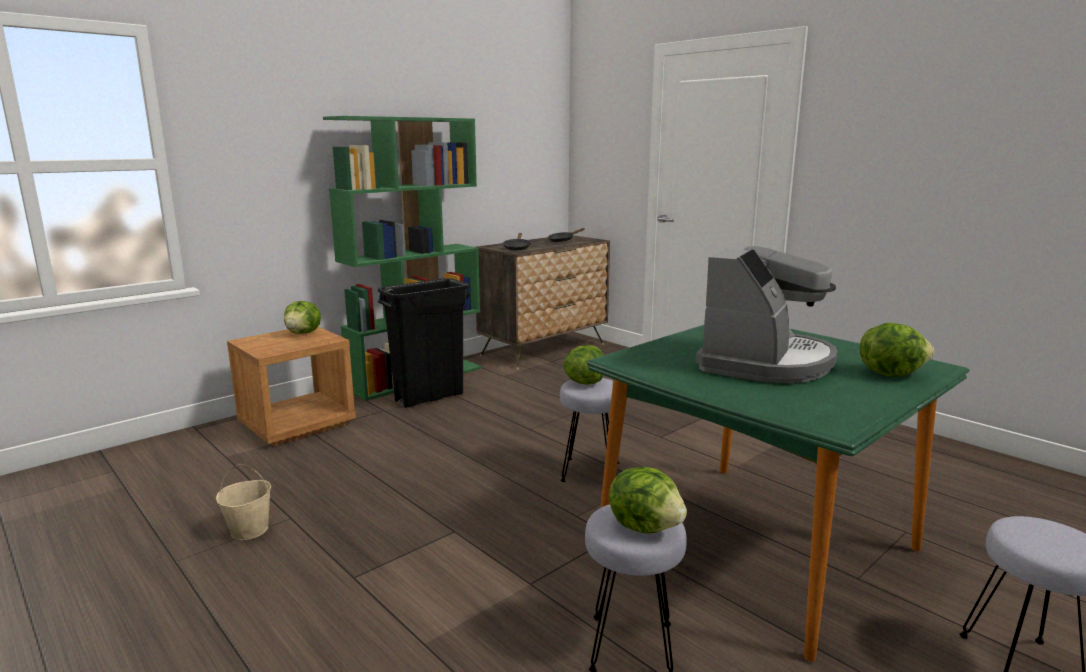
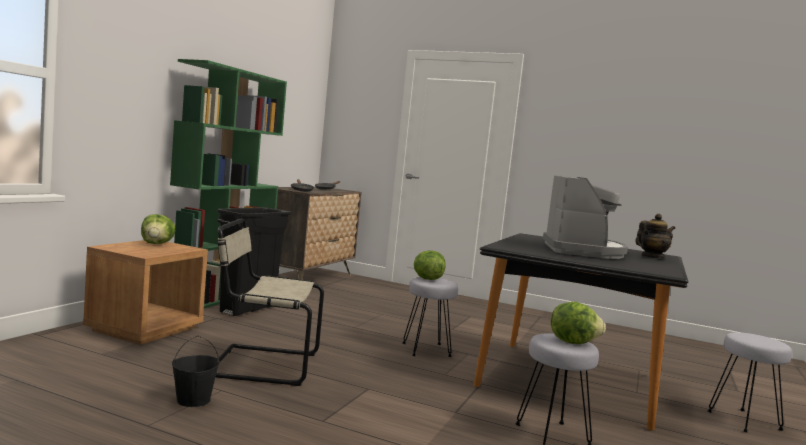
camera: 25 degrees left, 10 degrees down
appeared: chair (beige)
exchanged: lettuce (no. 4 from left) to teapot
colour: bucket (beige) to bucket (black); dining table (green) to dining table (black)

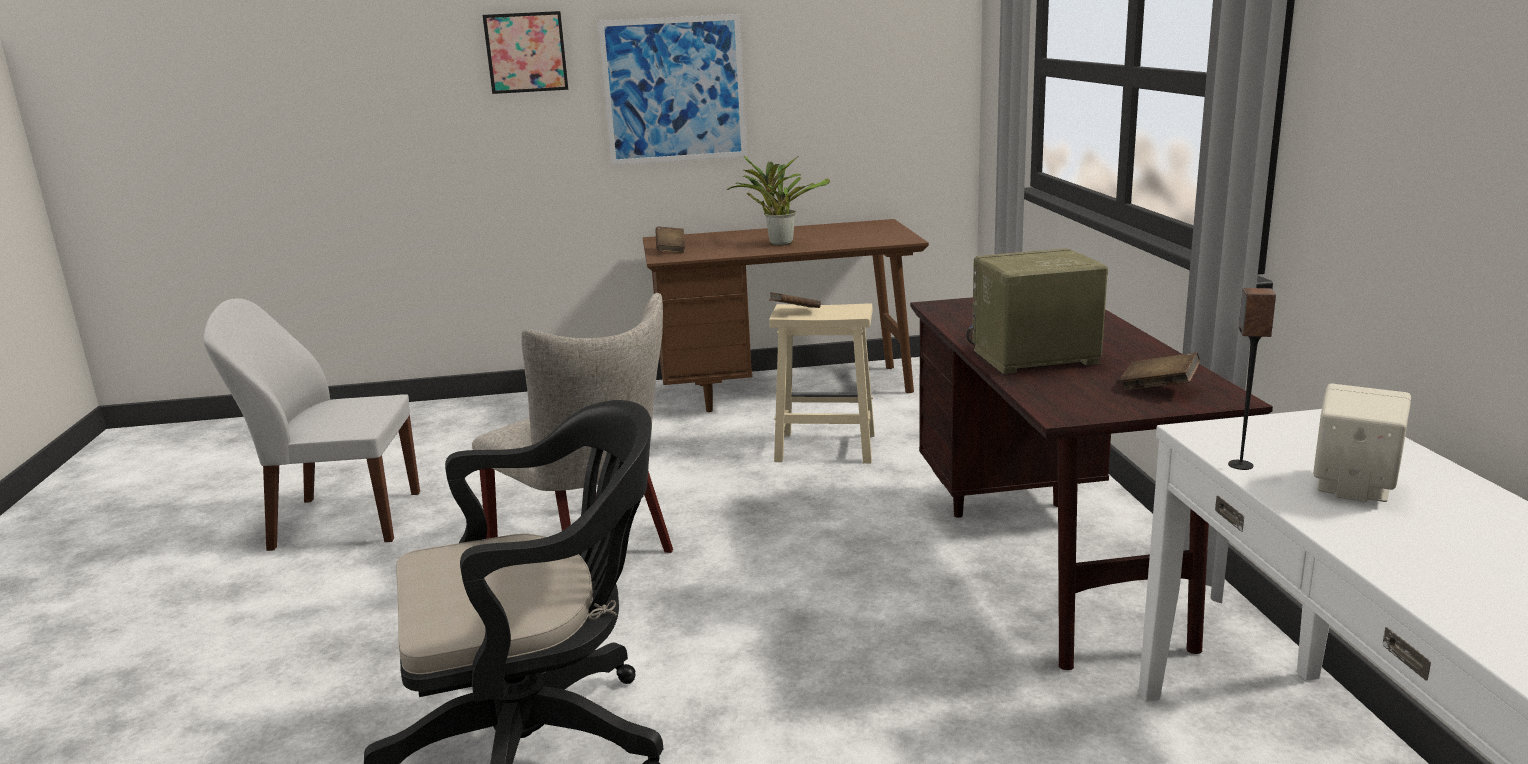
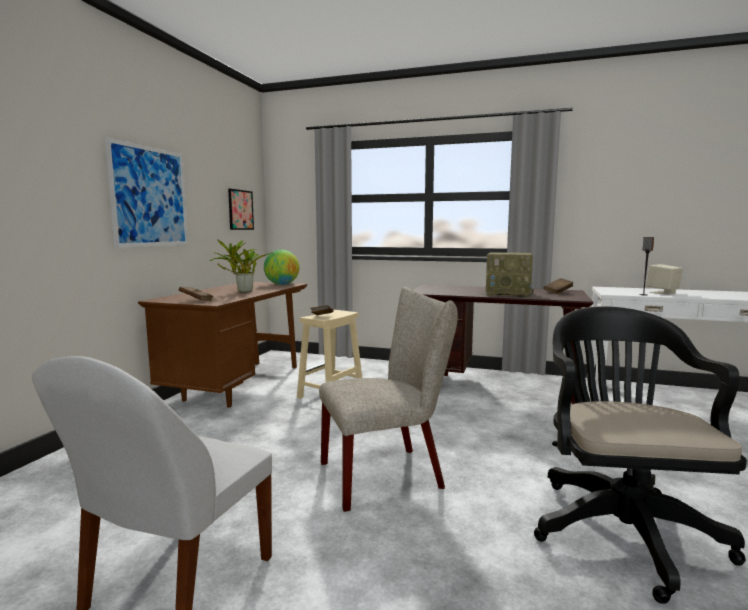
camera: 65 degrees left, 10 degrees down
appeared: globe
relocated: picture (no. 1 from left in the first image) to picture (no. 2 from left)
spun: radio 90 degrees counterclockwise

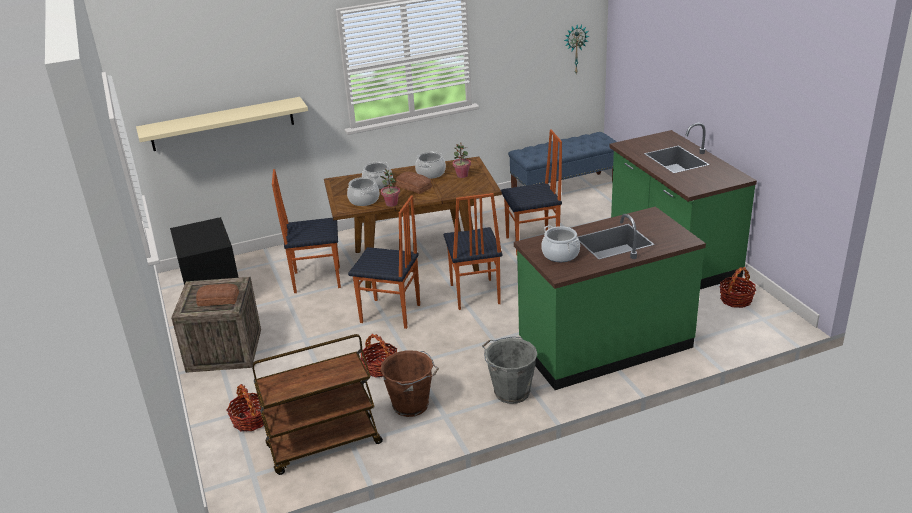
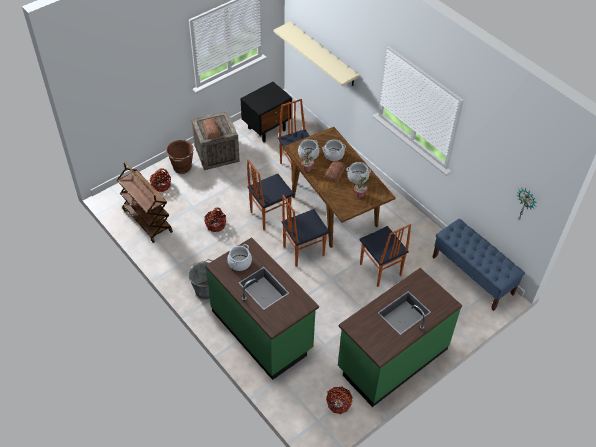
camera: 70 degrees right, 20 degrees up
relocated: bucket (brown)
spun: chair (no. 2 from left in the first image) 60 degrees clockwise

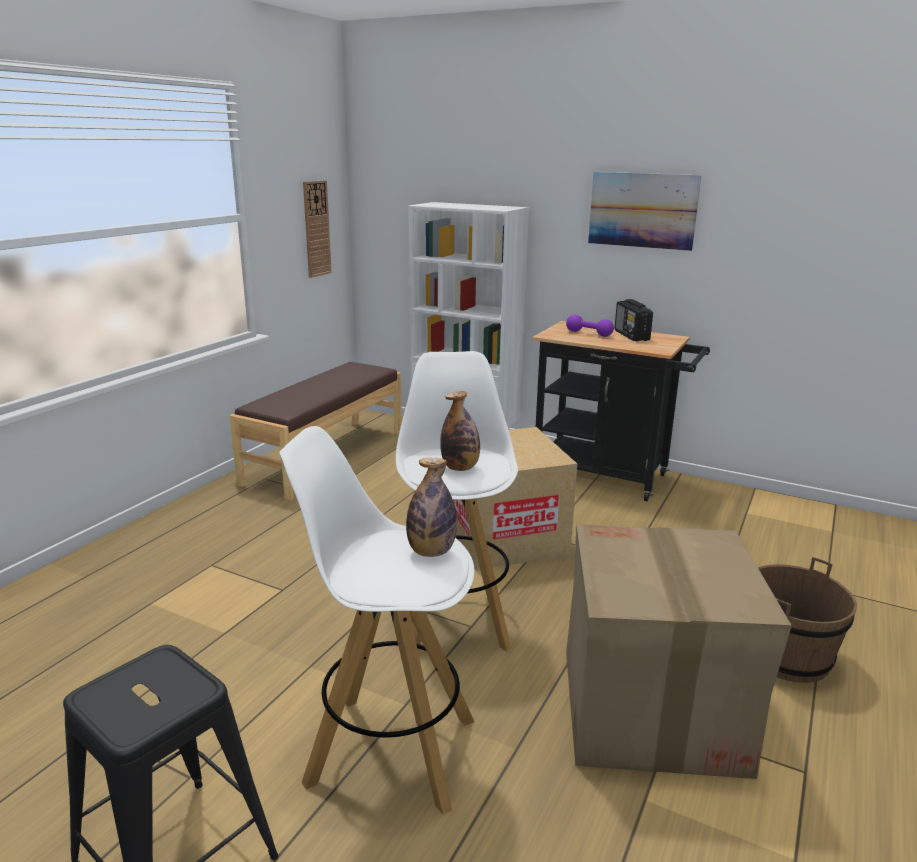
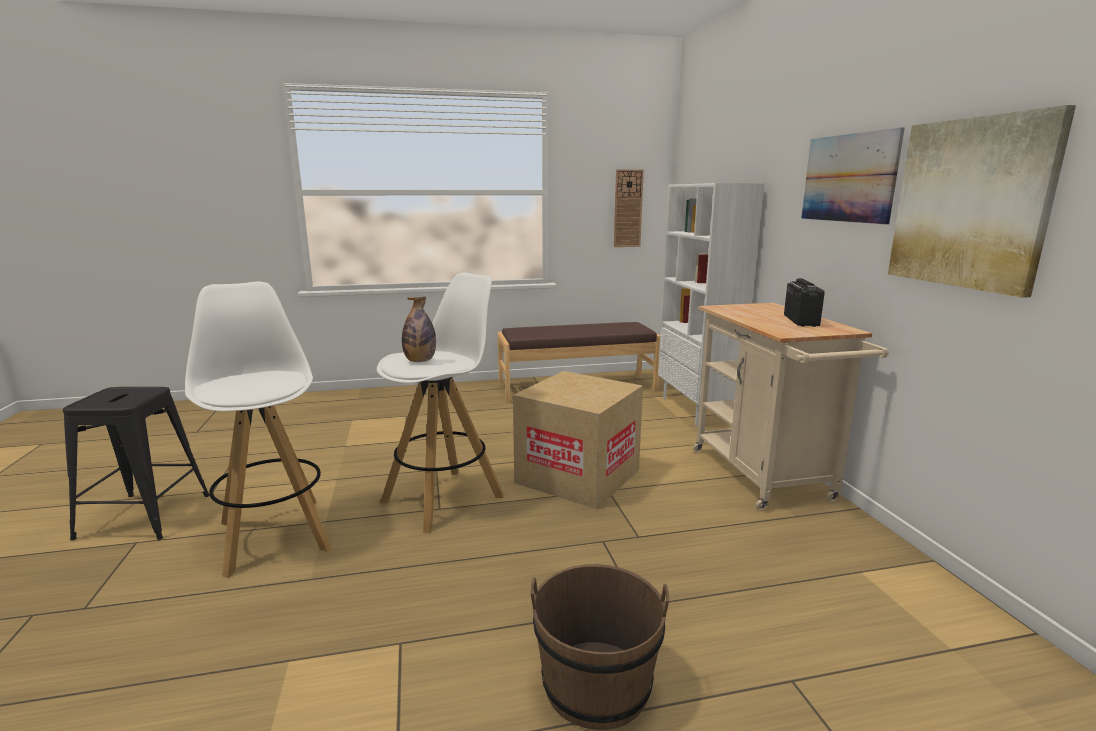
camera: 50 degrees right, 5 degrees down
missing: bottle (no. 1 from left); dumbbell (purple); cardboard box (no. 2 from left)
appeared: picture (no. 2 from left)
colour: cart (black) to cart (beige)
spun: radio 150 degrees clockwise

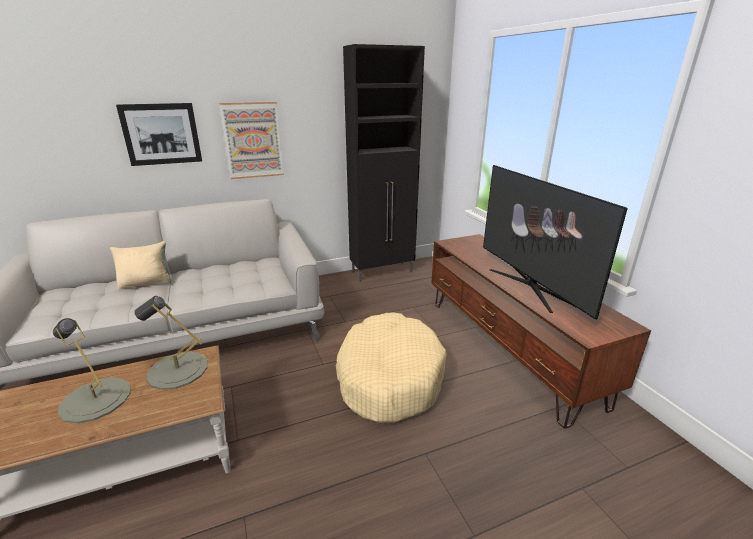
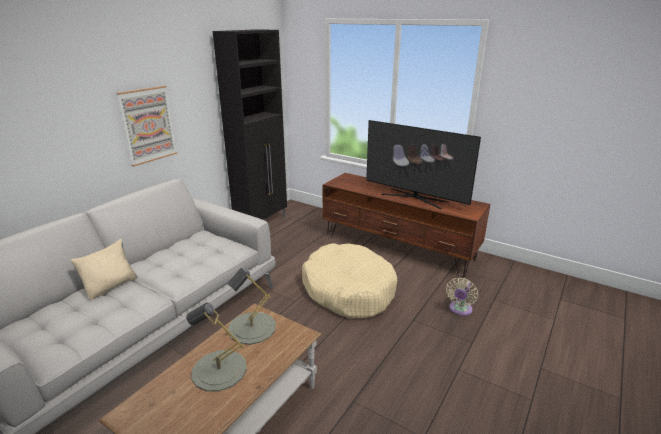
camera: 35 degrees left, 0 degrees up
missing: picture (no. 1 from left)
appeared: fan (beige)

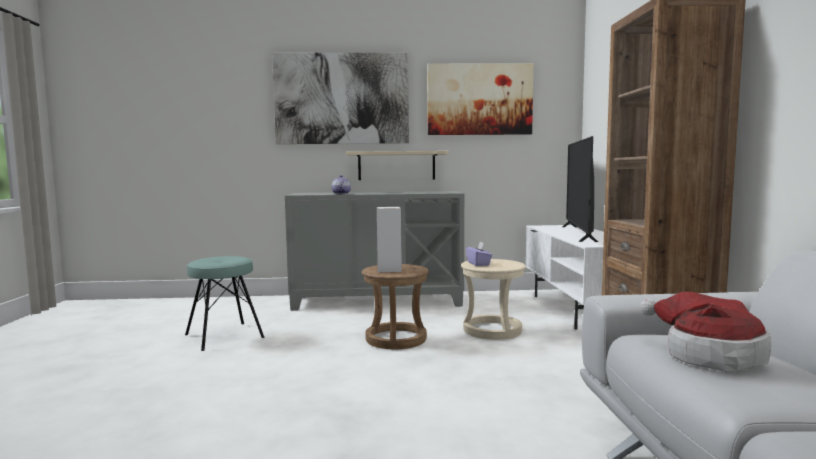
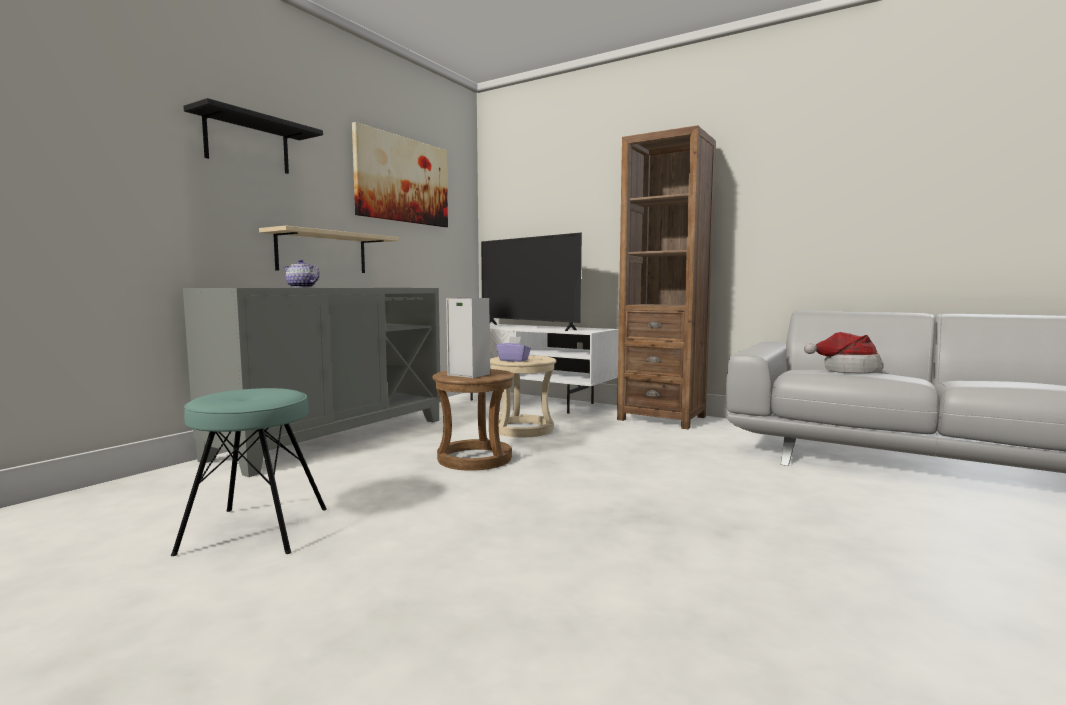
camera: 55 degrees left, 0 degrees up
exchanged: picture (no. 1 from left) to shelf (black)

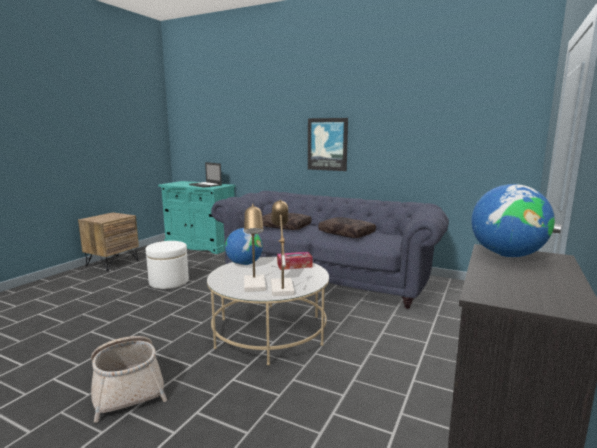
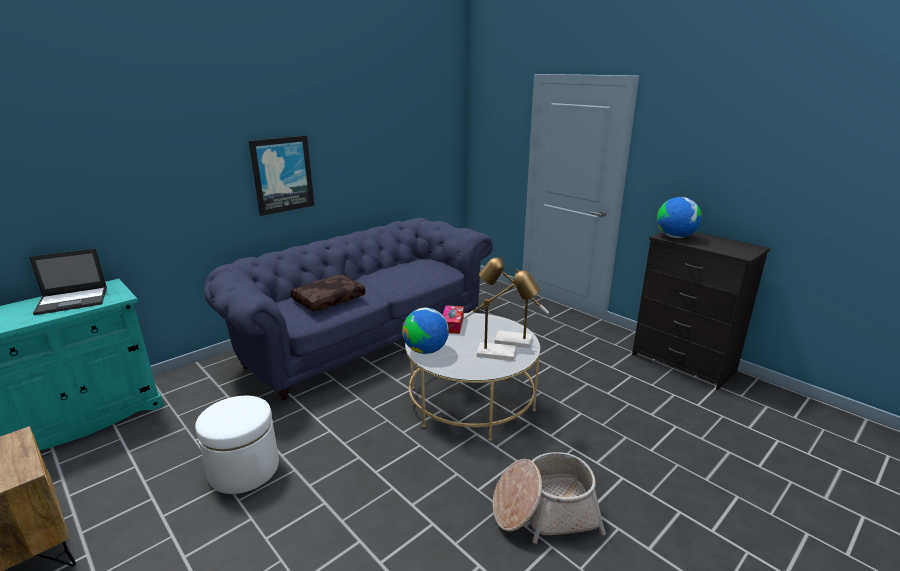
camera: 70 degrees left, 10 degrees up
missing: pillow (brown) (no. 2 from left)

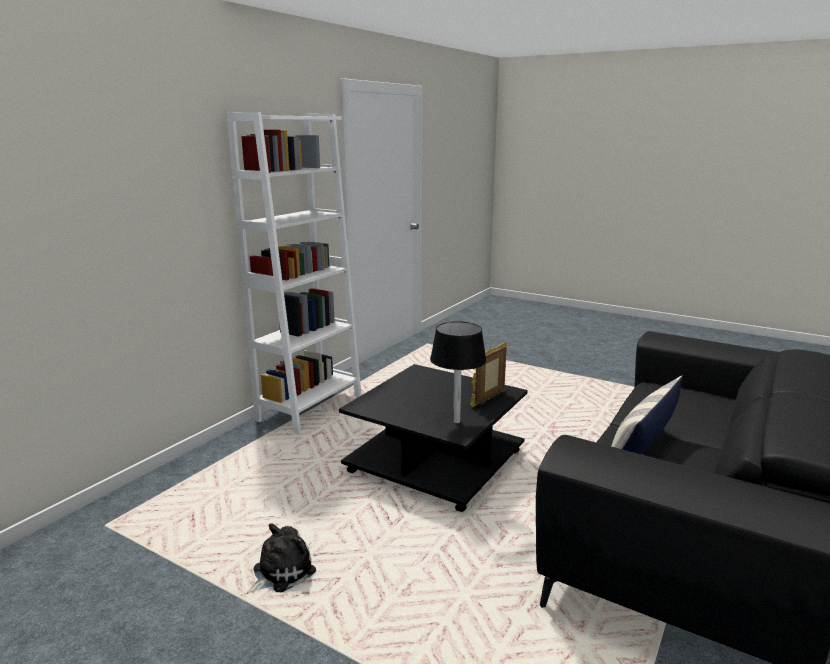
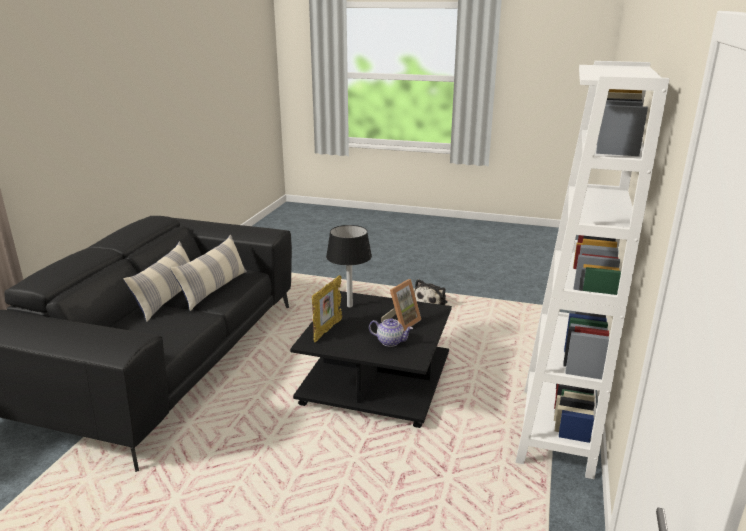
camera: 165 degrees right, 5 degrees up
appeared: pillow (no. 1 from left); teapot; picture frame (no. 2 from left)

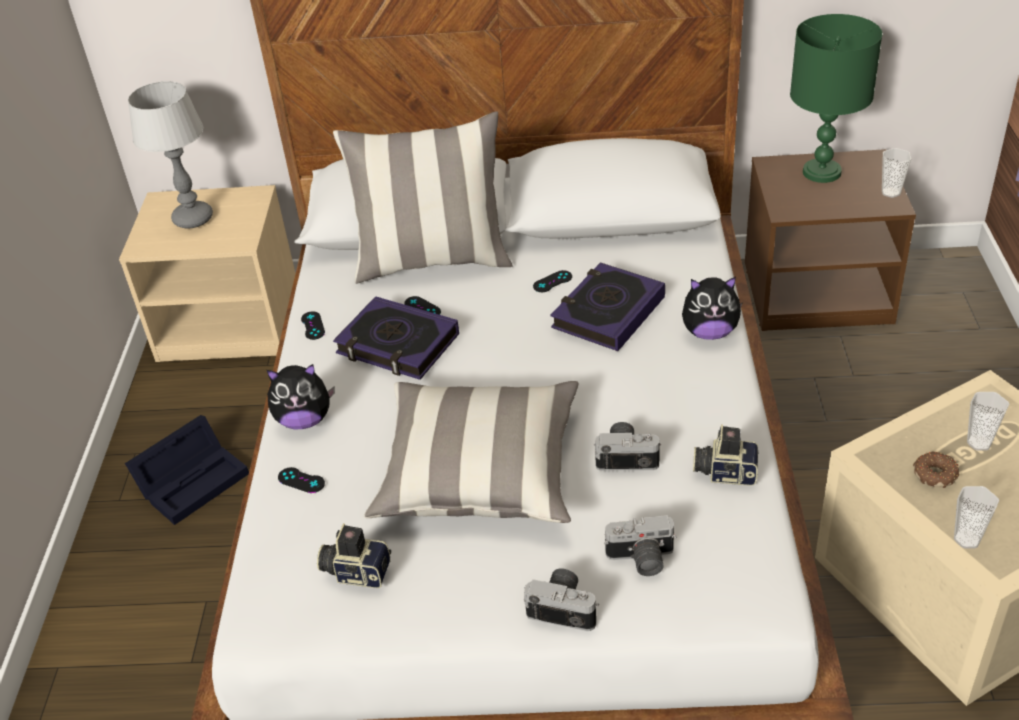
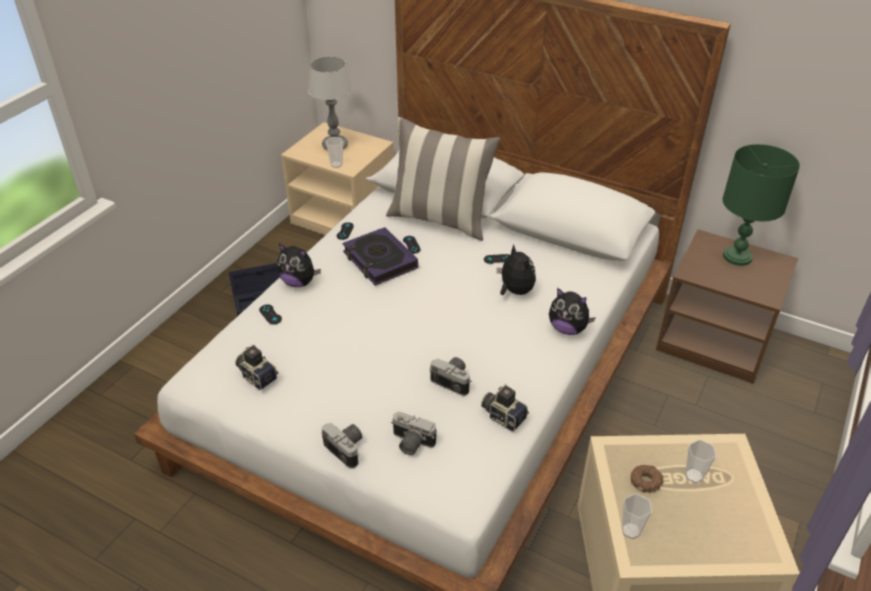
camera: 25 degrees right, 0 degrees up
missing: pillow (no. 2 from left)
relocated: cup (no. 1 from left)
exchanged: book (no. 2 from left) to plush toy (no. 2 from left)

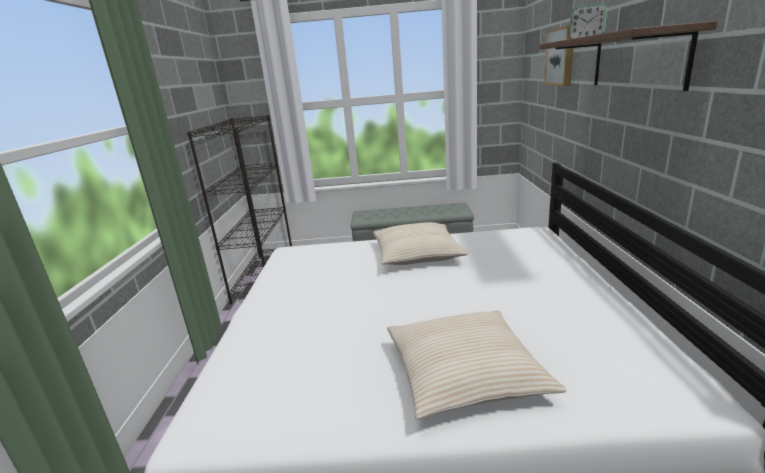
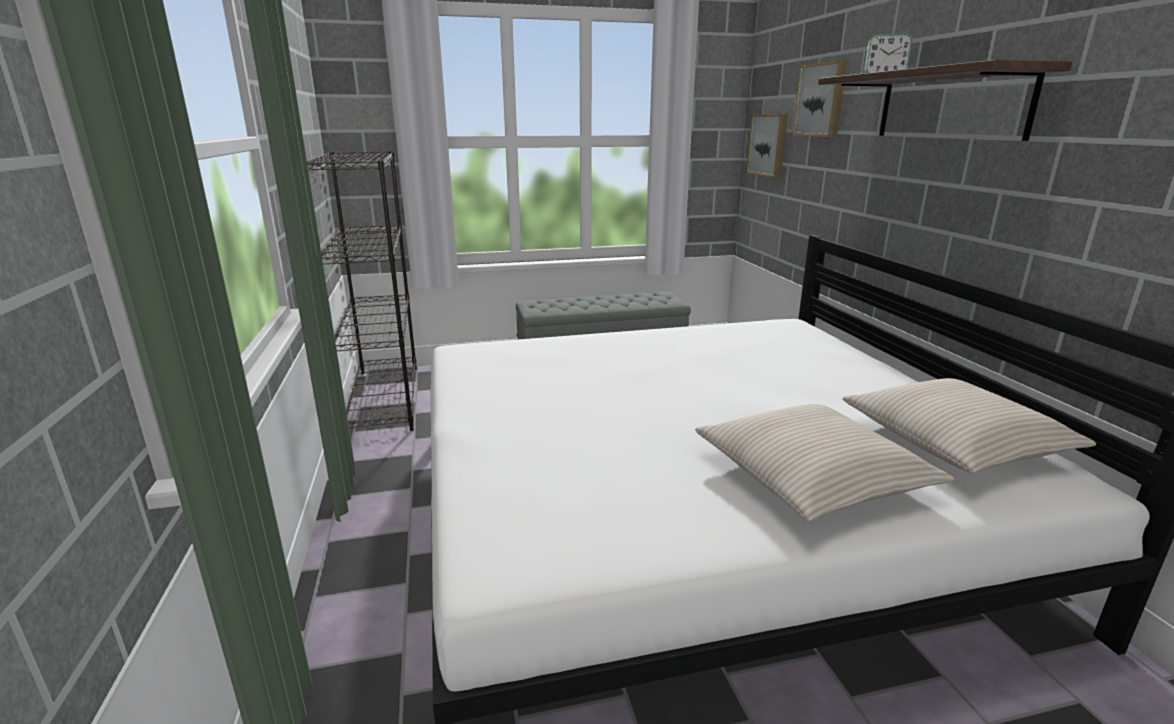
camera: 15 degrees left, 0 degrees up
appeared: picture (no. 1 from left)
relocated: pillow (beige) (no. 1 from left in the first image) to pillow (beige) (no. 2 from left)

